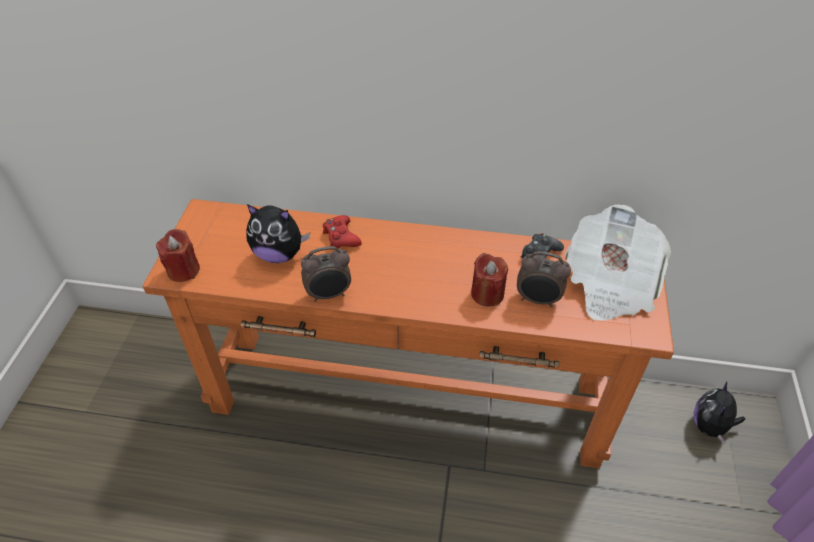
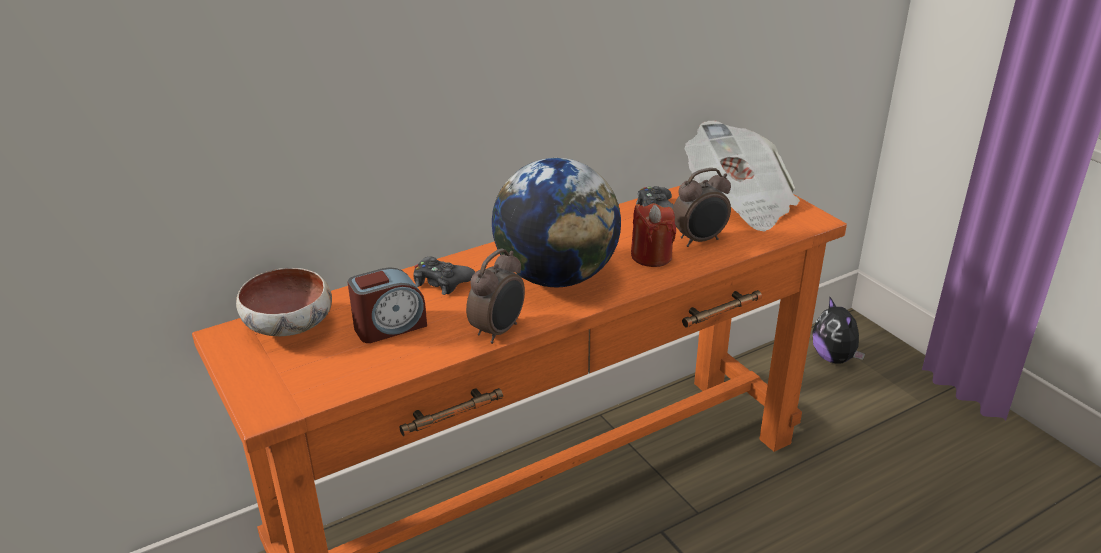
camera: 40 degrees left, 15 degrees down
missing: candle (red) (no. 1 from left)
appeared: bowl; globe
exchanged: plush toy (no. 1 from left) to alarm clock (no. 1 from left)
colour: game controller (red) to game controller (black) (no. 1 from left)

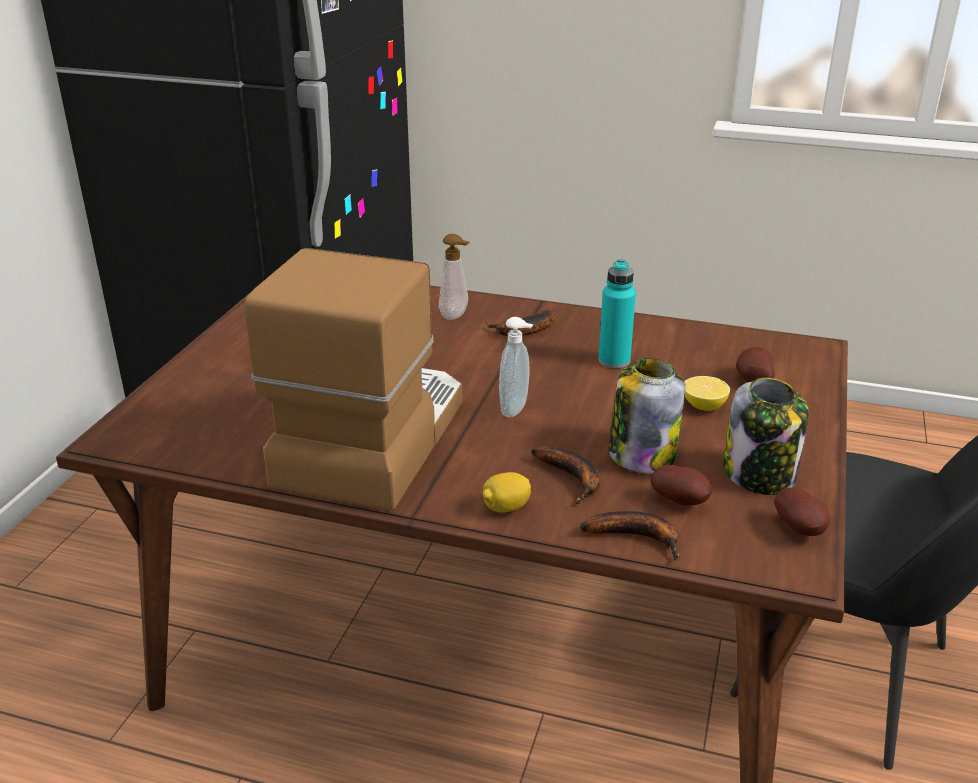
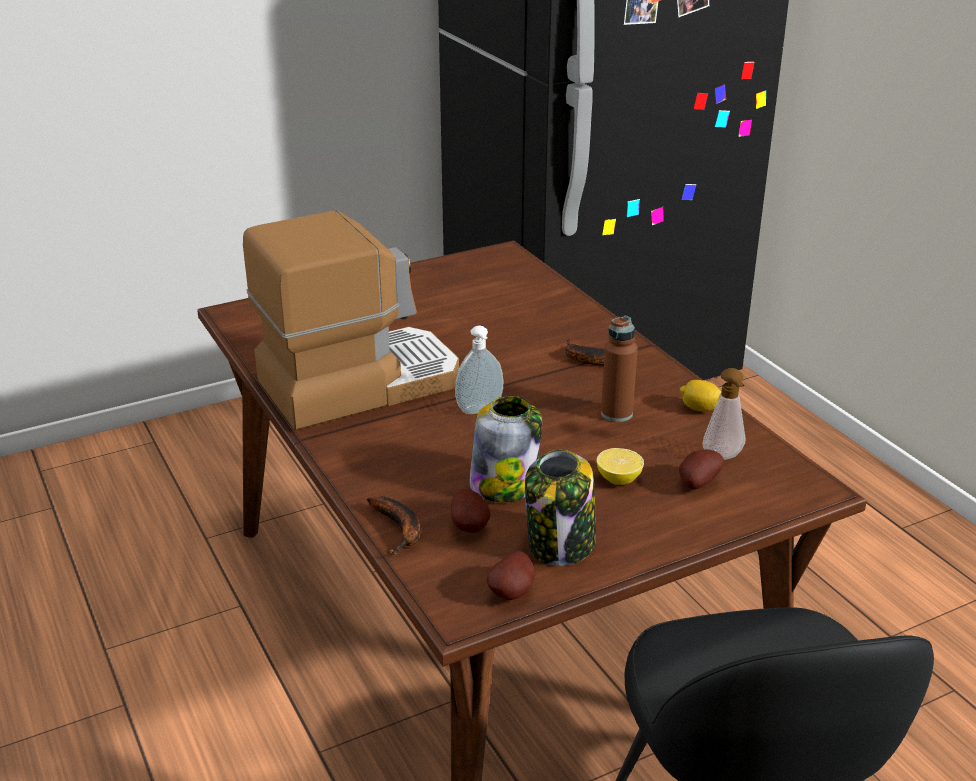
camera: 45 degrees right, 0 degrees up
missing: banana (no. 2 from left)
relocated: lemon (no. 1 from left in the first image) to lemon (no. 2 from left); soap dispenser (no. 1 from left in the first image) to soap dispenser (no. 2 from left)
colour: bottle (turquoise) to bottle (brown)

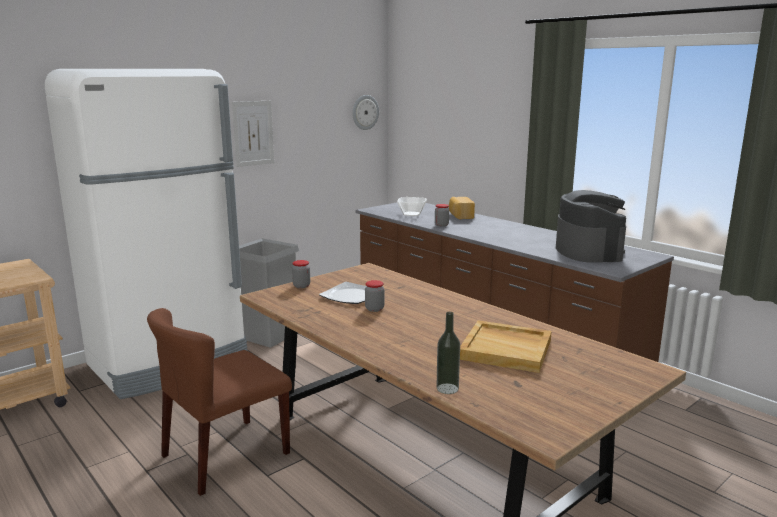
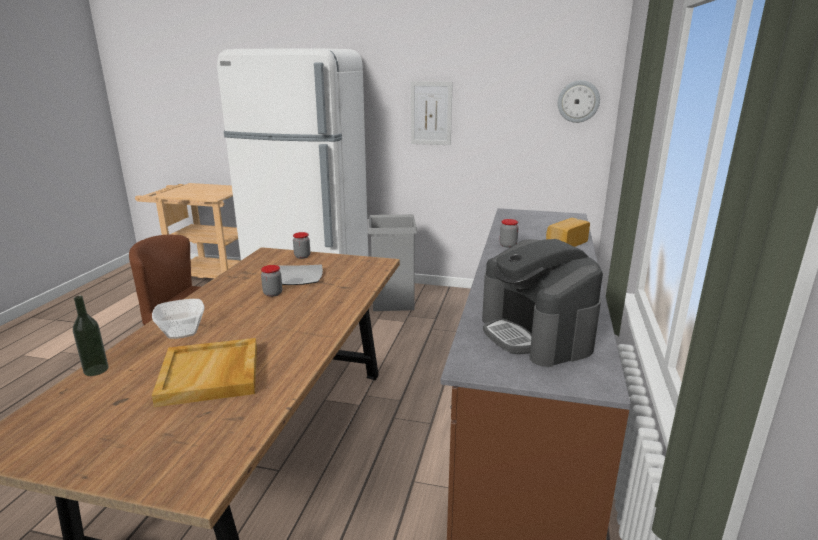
camera: 55 degrees right, 5 degrees up
relocated: bowl
spun: coffee machine 105 degrees clockwise

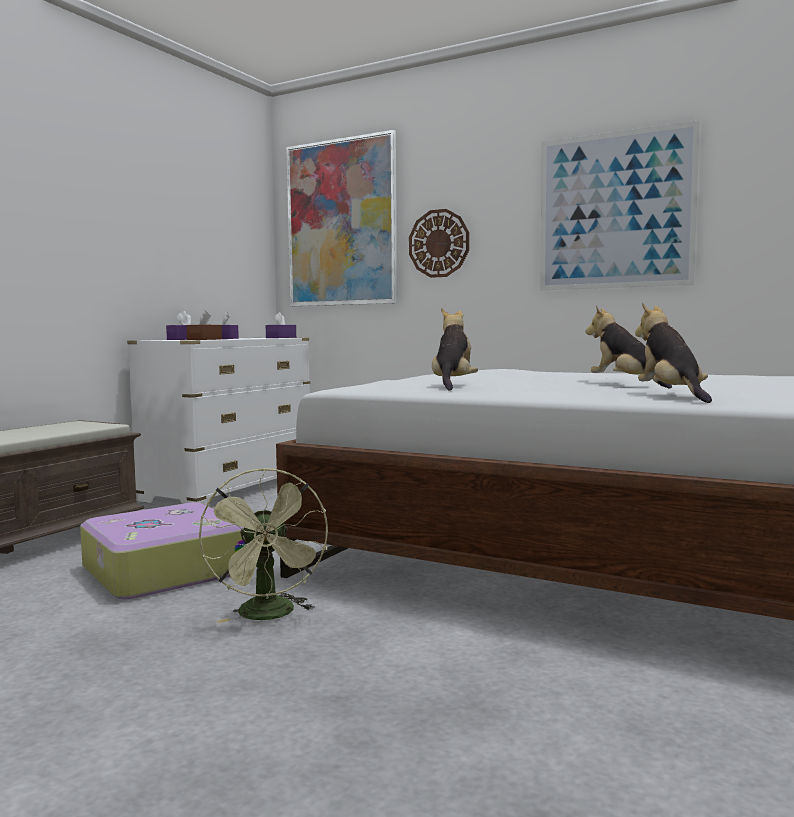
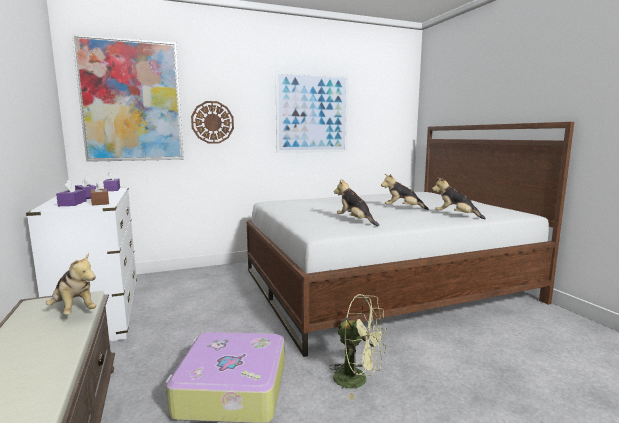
camera: 50 degrees left, 5 degrees up
appeared: plush toy (no. 1 from left)

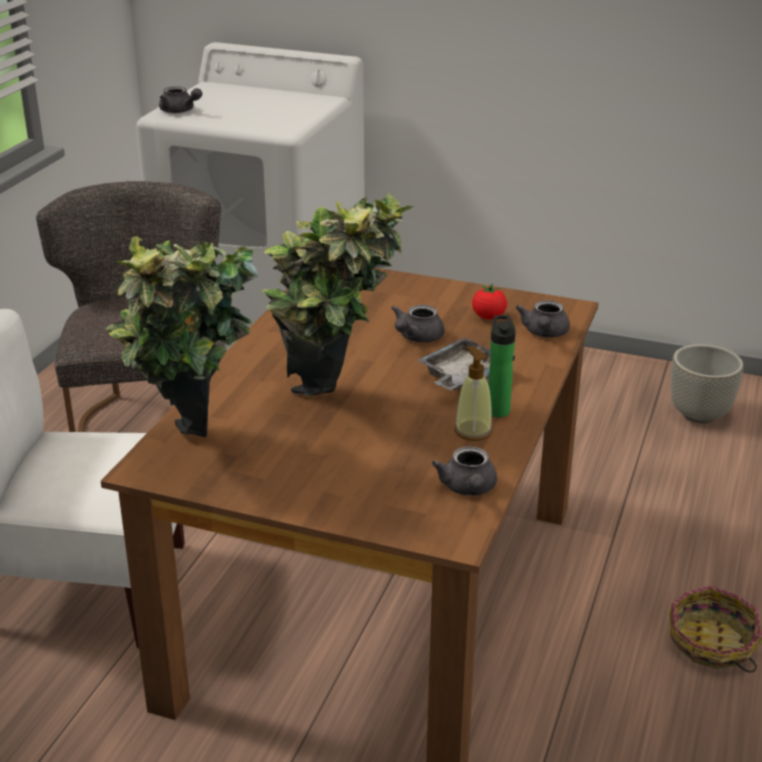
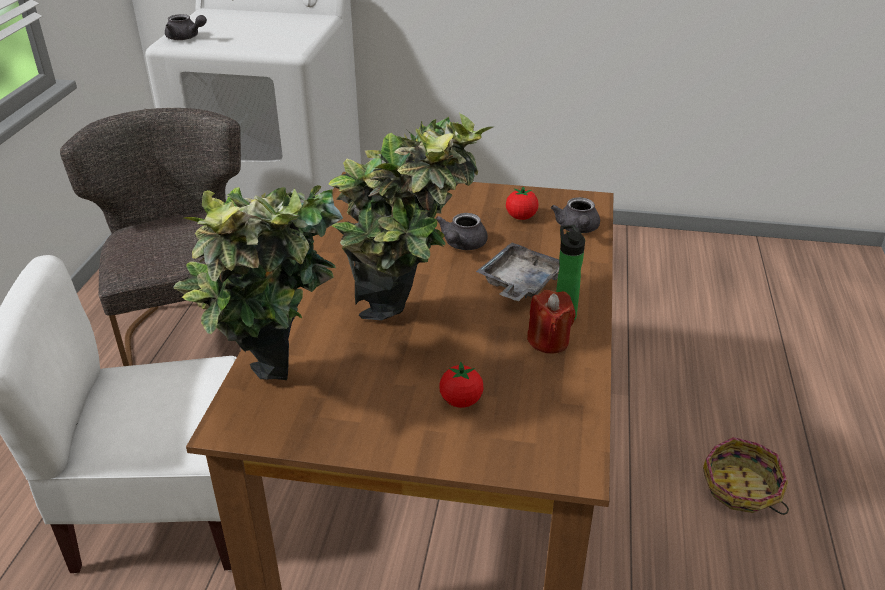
camera: 10 degrees left, 5 degrees up
missing: teapot (grey) (no. 3 from left); planter (grey)
appeared: tomato (no. 1 from left)
exchanged: soap dispenser to candle (red)

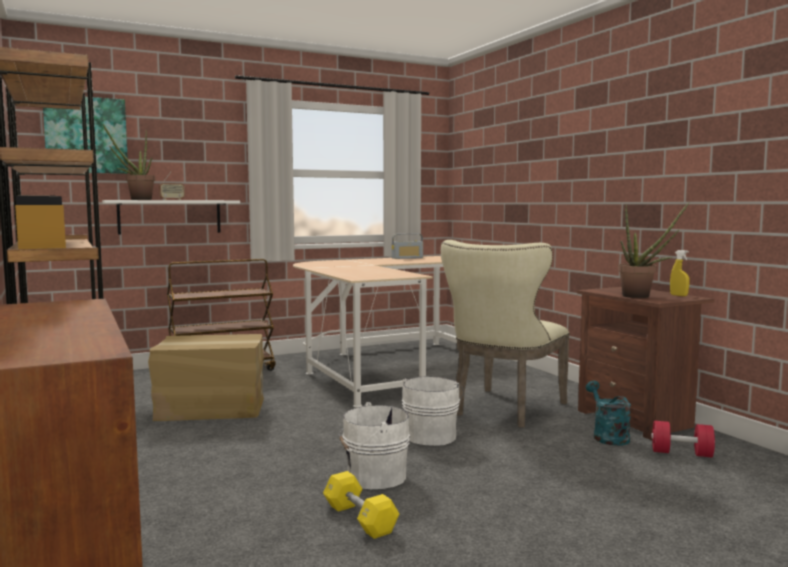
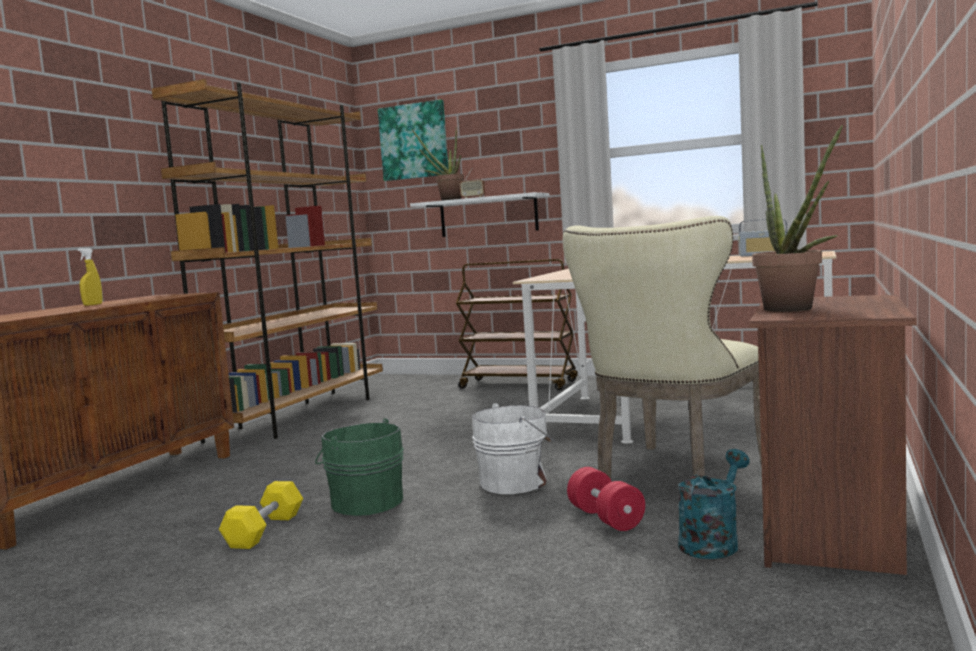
camera: 50 degrees right, 0 degrees up
missing: cardboard box
relocated: spray bottle (yellow); dumbbell (red)
colour: bucket (white) (no. 1 from left) to bucket (green)
spun: chair (beige) 45 degrees counterclockwise

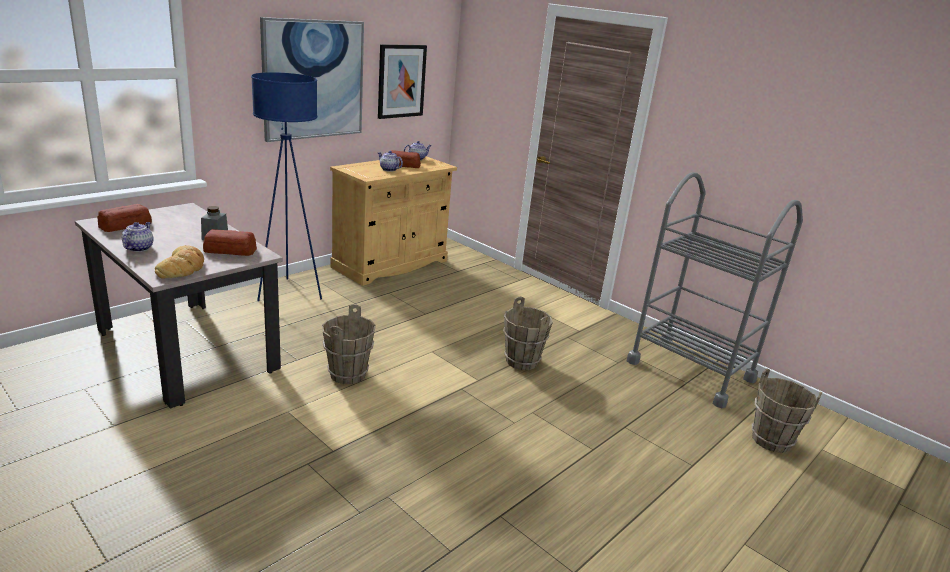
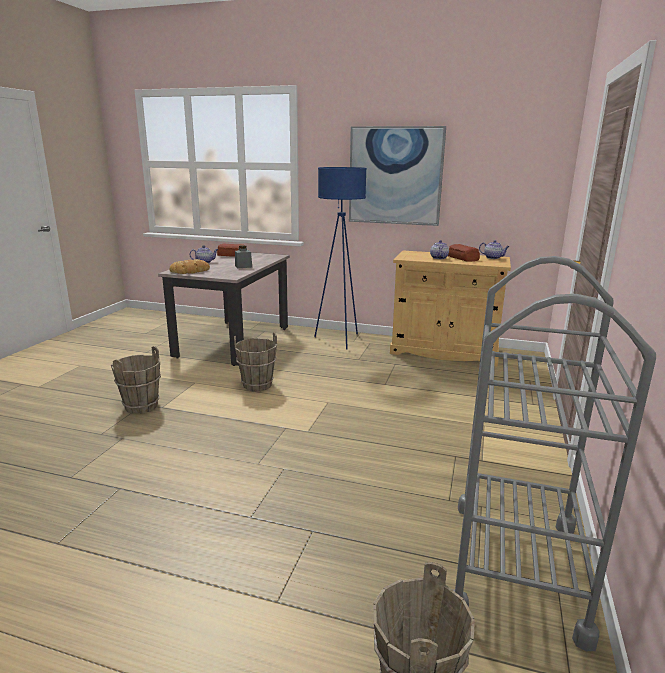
camera: 65 degrees right, 5 degrees down
missing: bread (no. 3 from left); picture (no. 2 from left)
relocated: bucket (brown) (no. 2 from left in the first image) to bucket (brown) (no. 1 from left)

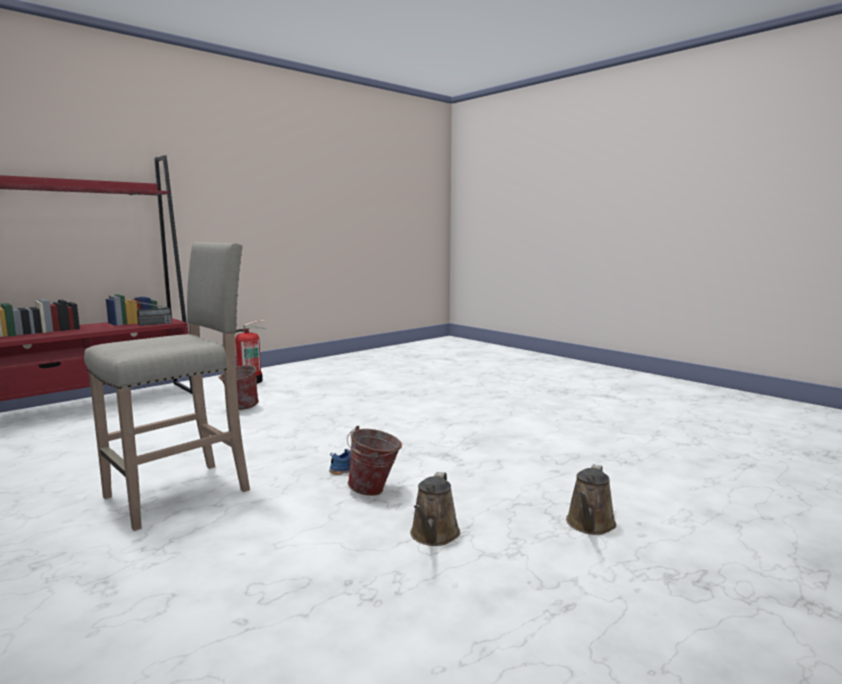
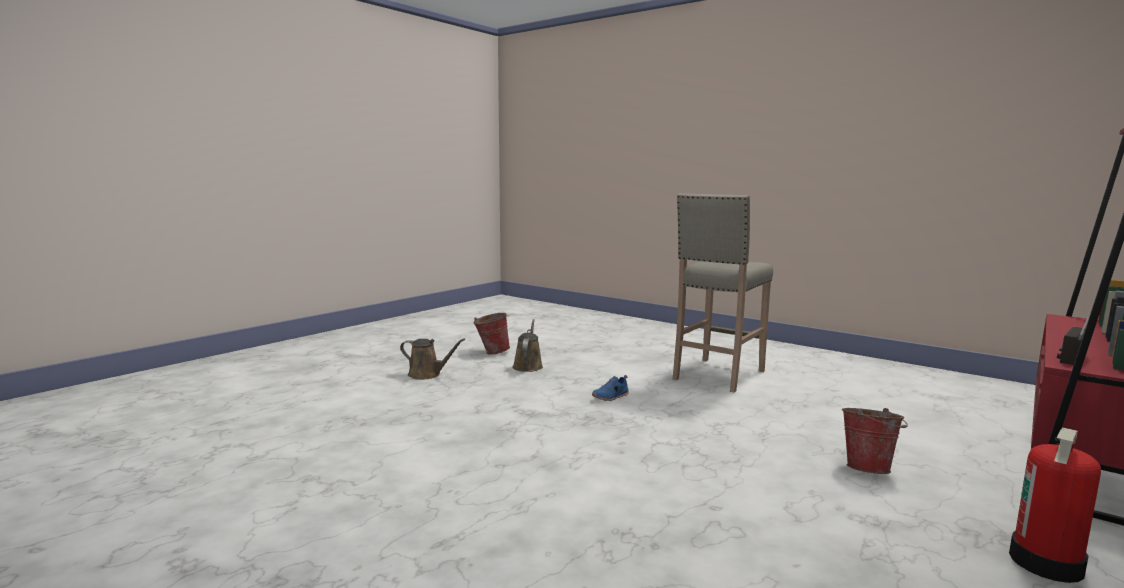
camera: 170 degrees right, 0 degrees up
relocated: bucket (no. 2 from left in the first image) to bucket (no. 1 from left)
spun: watering can (brown) (no. 2 from left in the first image) 90 degrees clockwise

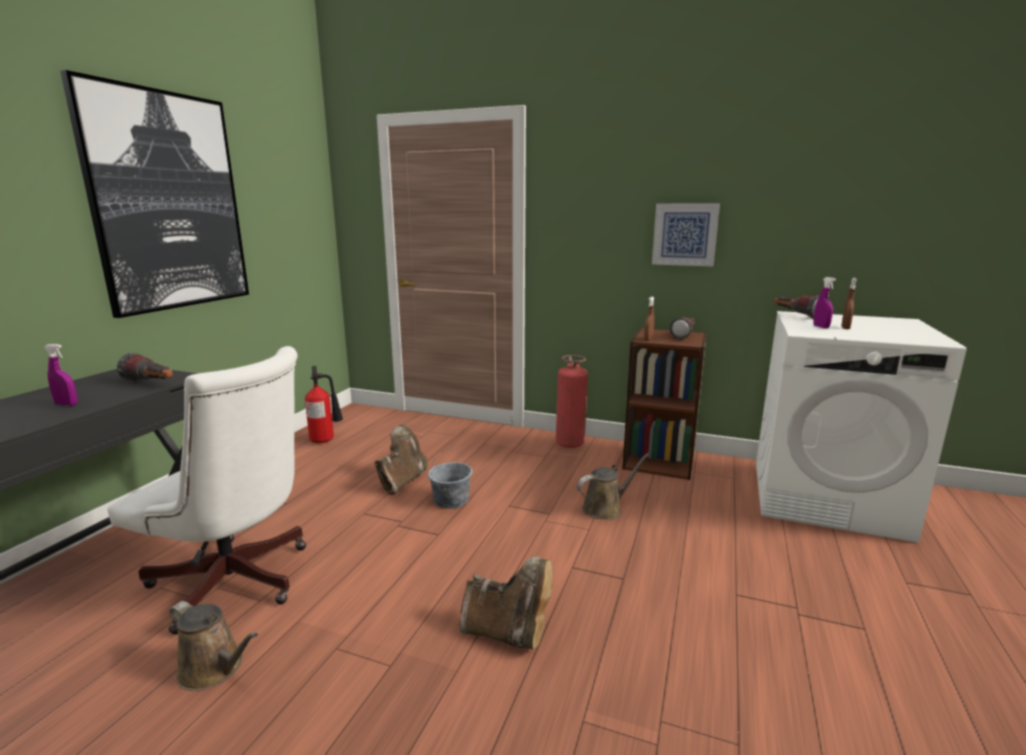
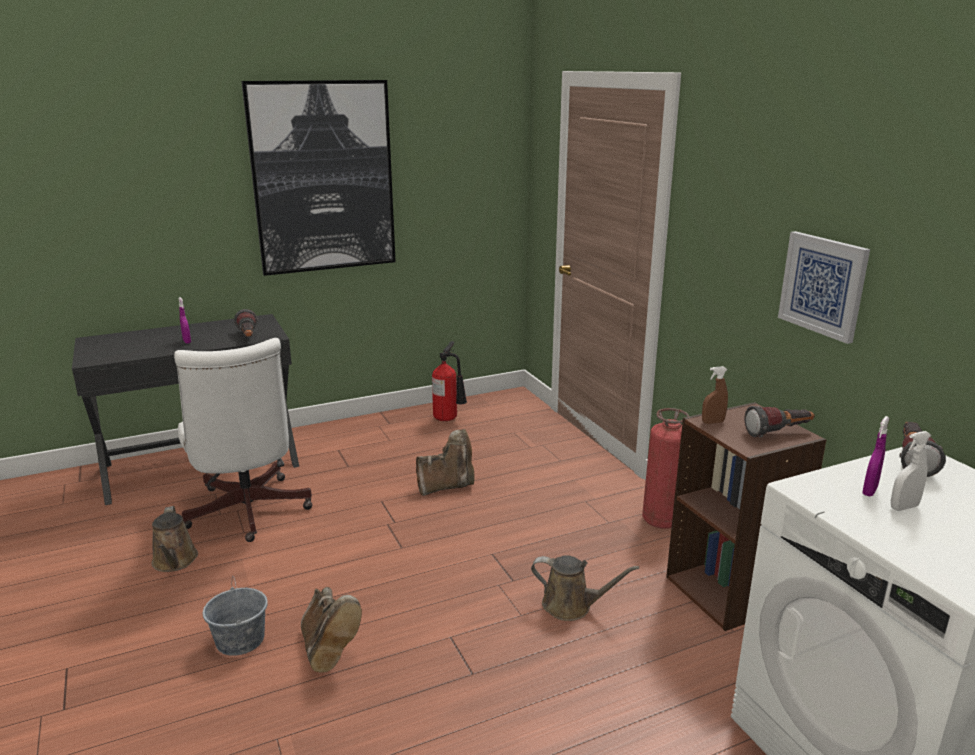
camera: 45 degrees right, 5 degrees up
relocated: bucket (grey)
colour: spray bottle (brown) (no. 2 from left) to spray bottle (white)

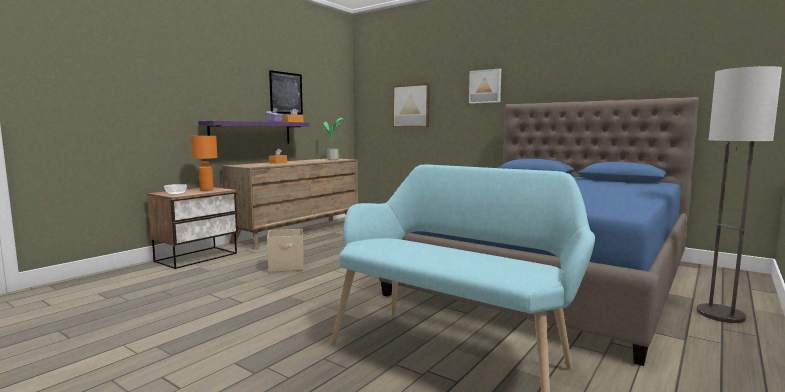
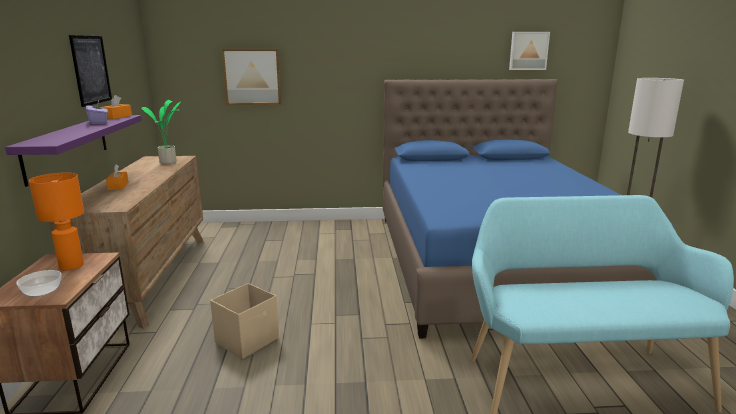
camera: 40 degrees left, 10 degrees up
relocated: picture (no. 3 from left)

